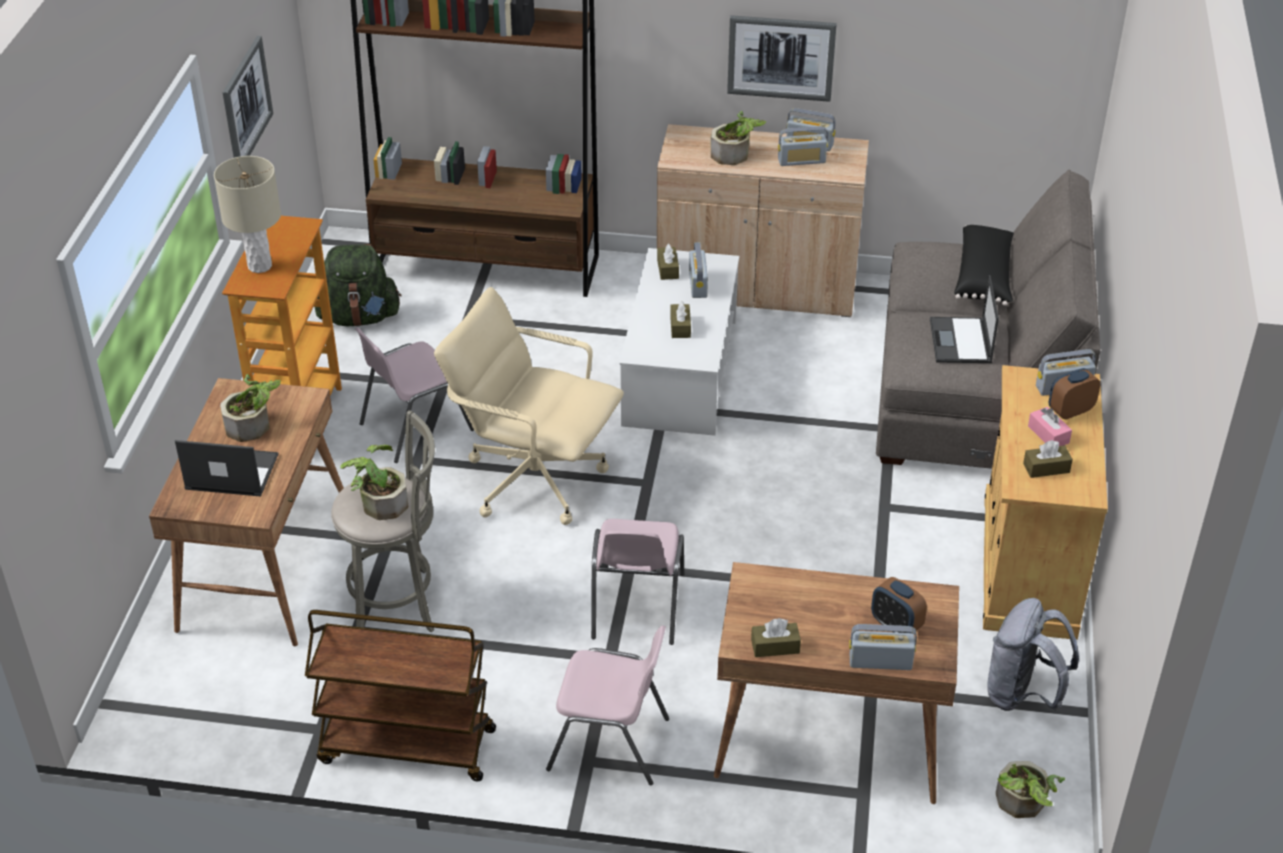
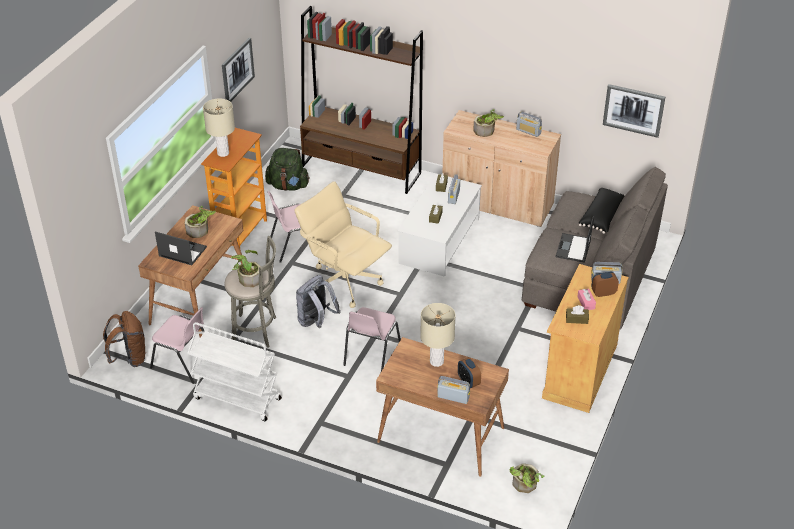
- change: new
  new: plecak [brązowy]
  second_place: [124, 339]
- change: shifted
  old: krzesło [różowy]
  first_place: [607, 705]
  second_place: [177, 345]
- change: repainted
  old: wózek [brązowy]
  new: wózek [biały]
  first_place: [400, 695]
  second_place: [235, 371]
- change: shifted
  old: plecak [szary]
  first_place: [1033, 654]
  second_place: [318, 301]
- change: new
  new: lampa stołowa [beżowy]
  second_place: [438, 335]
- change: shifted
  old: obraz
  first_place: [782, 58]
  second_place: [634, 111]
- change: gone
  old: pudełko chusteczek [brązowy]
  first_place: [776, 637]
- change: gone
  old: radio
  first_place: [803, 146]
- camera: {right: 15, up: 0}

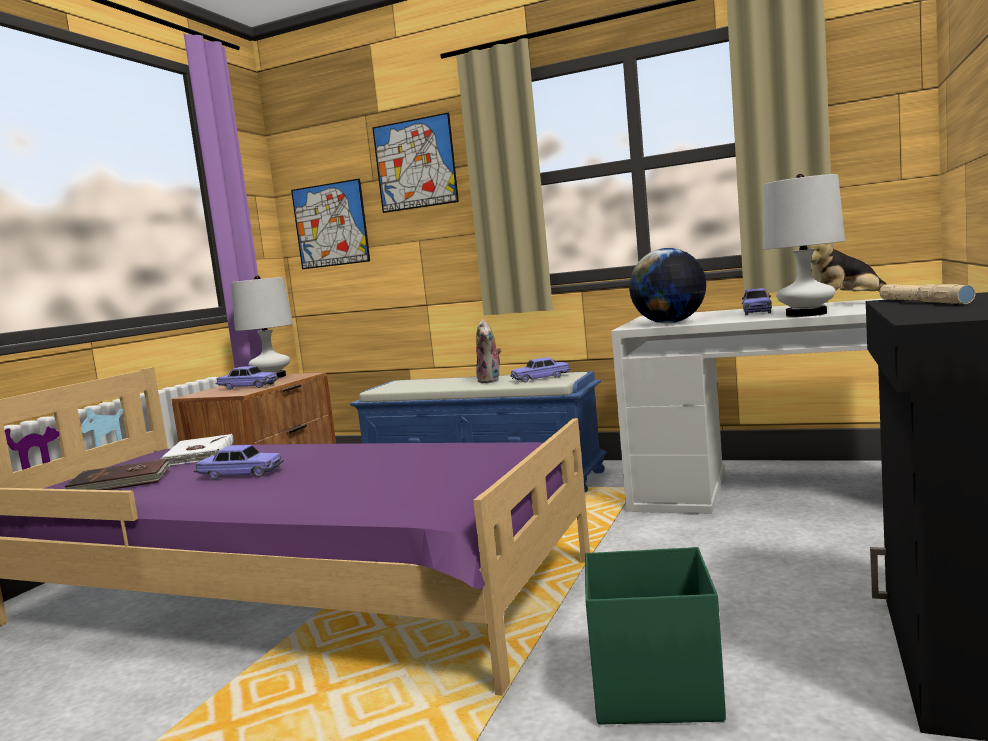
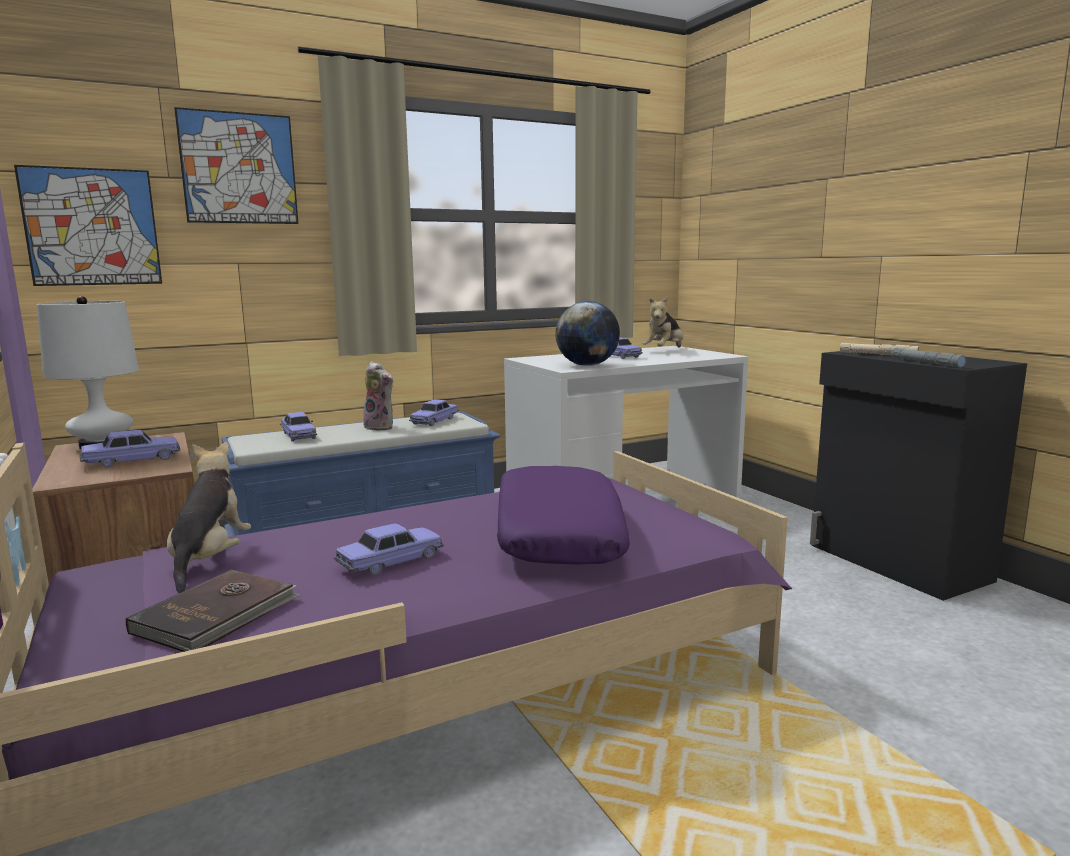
- change: swapped
  old: książka [biały]
  new: pluszak
  first_place: [197, 449]
  second_place: [209, 517]
- change: new
  new: samochodzik
  second_place: [298, 426]
- change: new
  new: poduszka [fioletowy]
  second_place: [563, 515]
- change: new
  new: latarka [szary]
  second_place: [928, 357]
- change: gone
  old: pojemnik do przechowywania [zielony]
  first_place: [655, 635]
- change: gone
  old: lampa stołowa [biały]
  first_place: [804, 245]
- camera: {right: -50, up: 5}

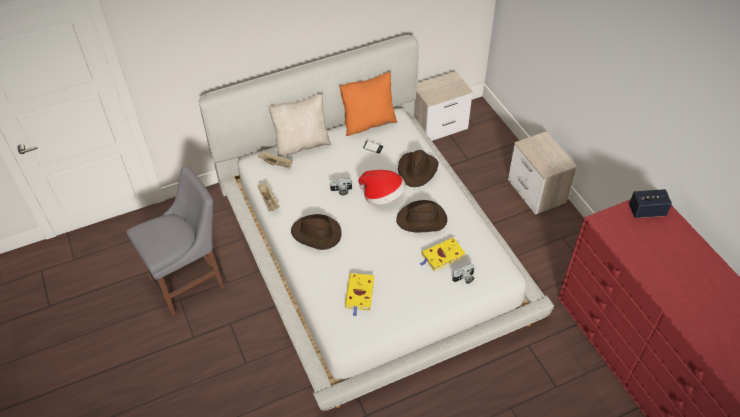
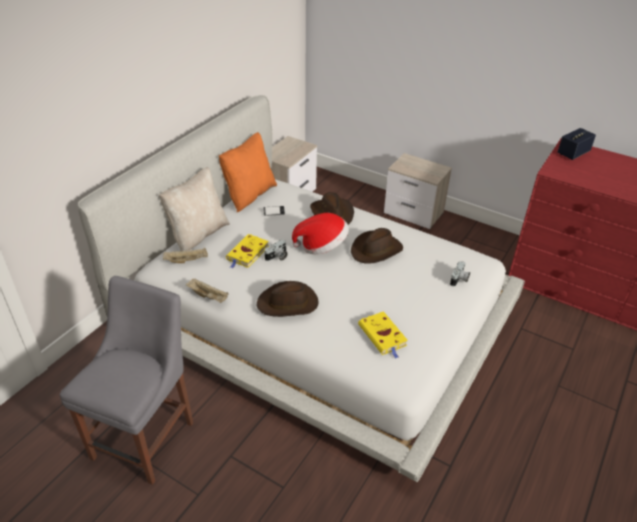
- change: shifted
  old: książka [żółty]
  first_place: [443, 254]
  second_place: [247, 251]
- camera: {right: -35, up: -10}

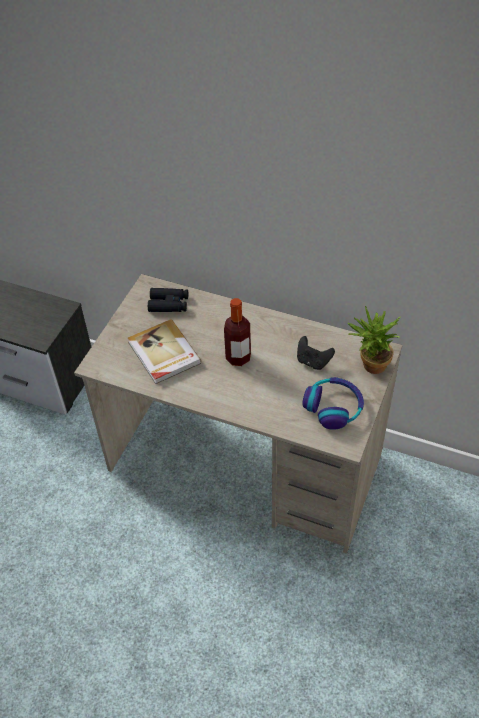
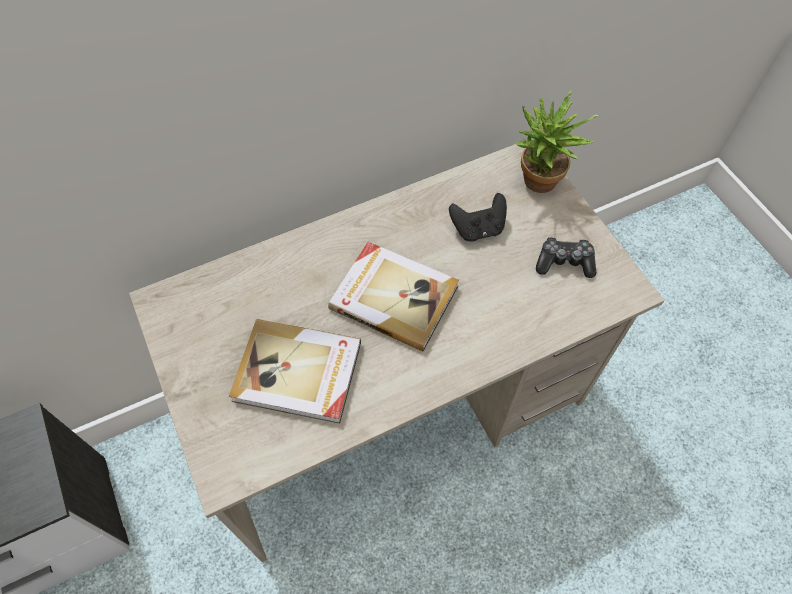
- change: swapped
  old: butelka
  new: książka
  first_place: [237, 332]
  second_place: [393, 297]
- change: swapped
  old: słuchawki
  new: pad do gier
  first_place: [333, 403]
  second_place: [566, 257]
- change: gone
  old: lornetka [czarny]
  first_place: [168, 300]
- camera: {right: -50, up: 10}

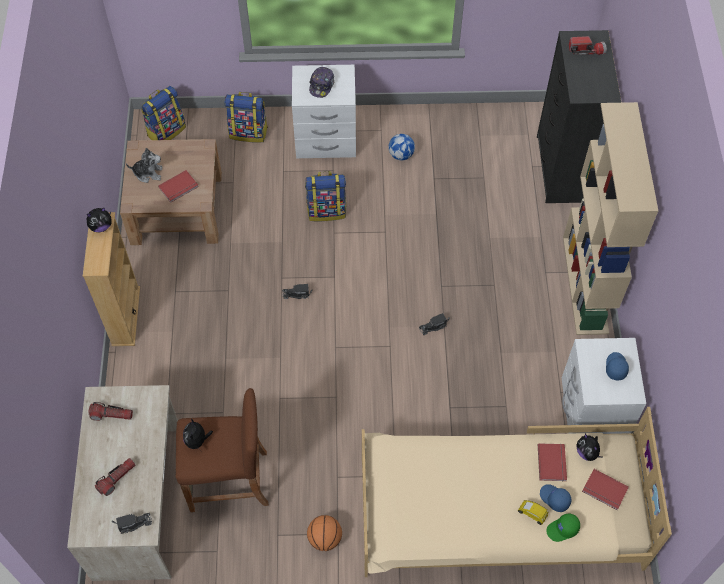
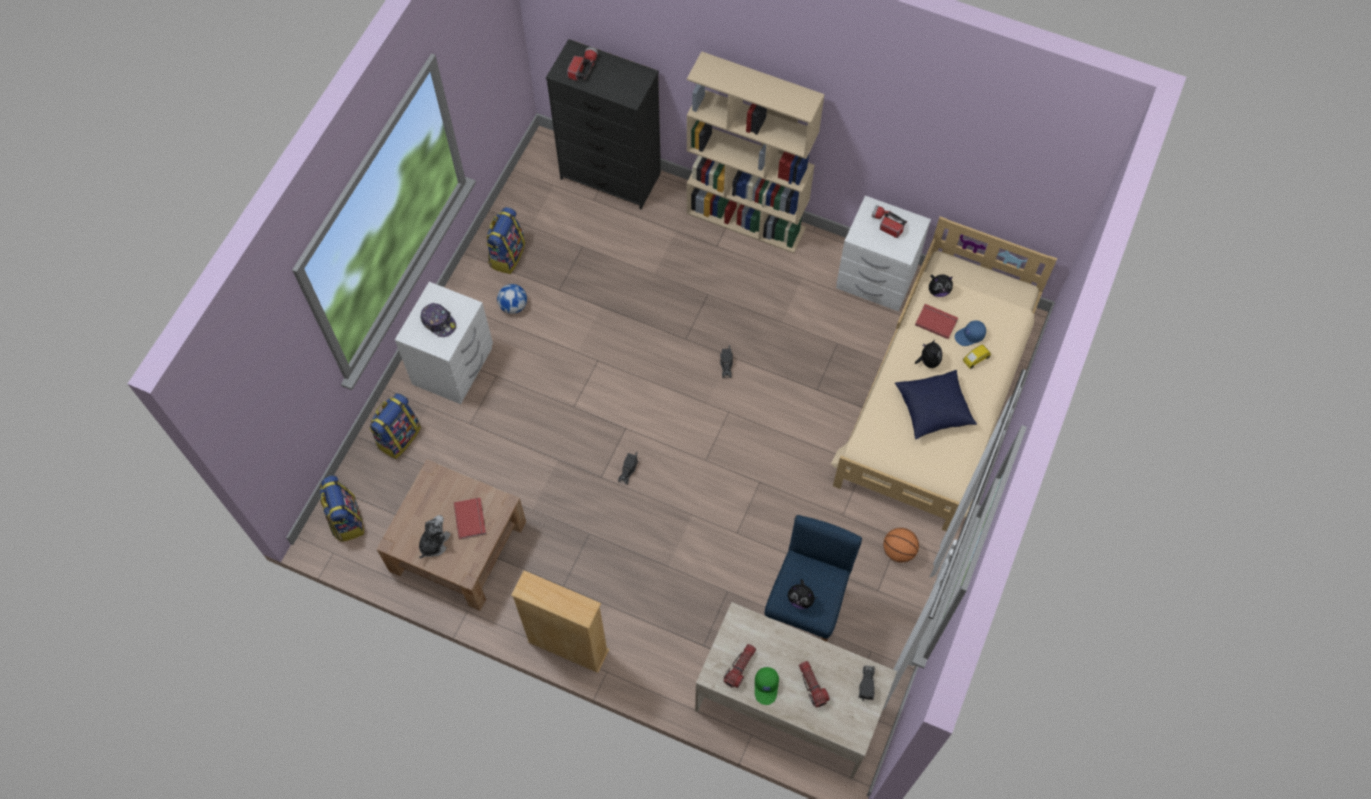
- change: shifted
  old: plecak
  first_place: [325, 196]
  second_place: [505, 240]
- change: shifted
  old: czapka z daszkiem [zielony]
  first_place: [563, 528]
  second_place: [767, 686]
- change: repainted
  old: stołek [brązowy]
  new: stołek [niebieski]
  first_place: [222, 450]
  second_place: [813, 578]
- change: swapped
  old: czapka z daszkiem [niebieski]
  new: latarka
  first_place: [617, 366]
  second_place: [889, 221]
- change: new
  new: poduszka [niebieski]
  second_place: [936, 404]
- change: shifted
  old: pluszak
  first_place: [99, 220]
  second_place: [928, 353]
- change: gone
  old: książka [czerwony]
  first_place: [605, 489]
- camera: {right: -65, up: 5}

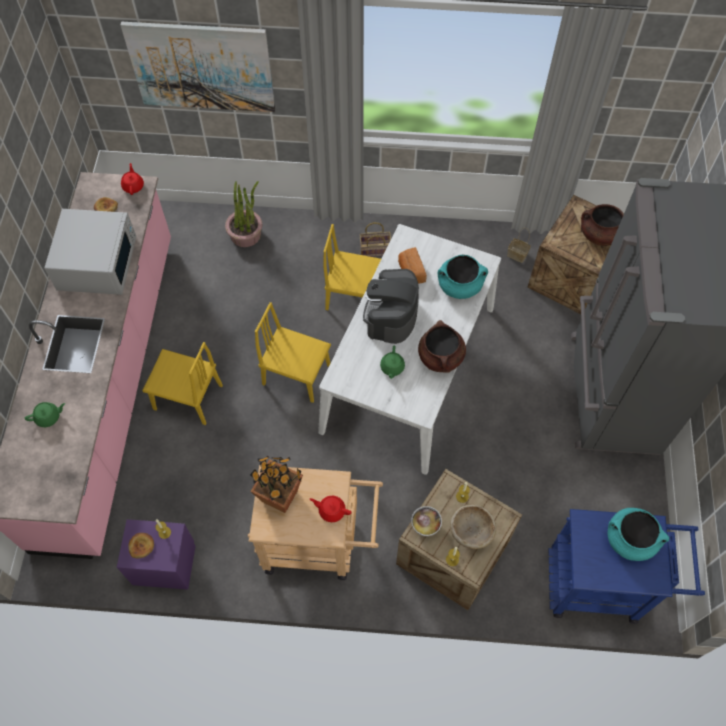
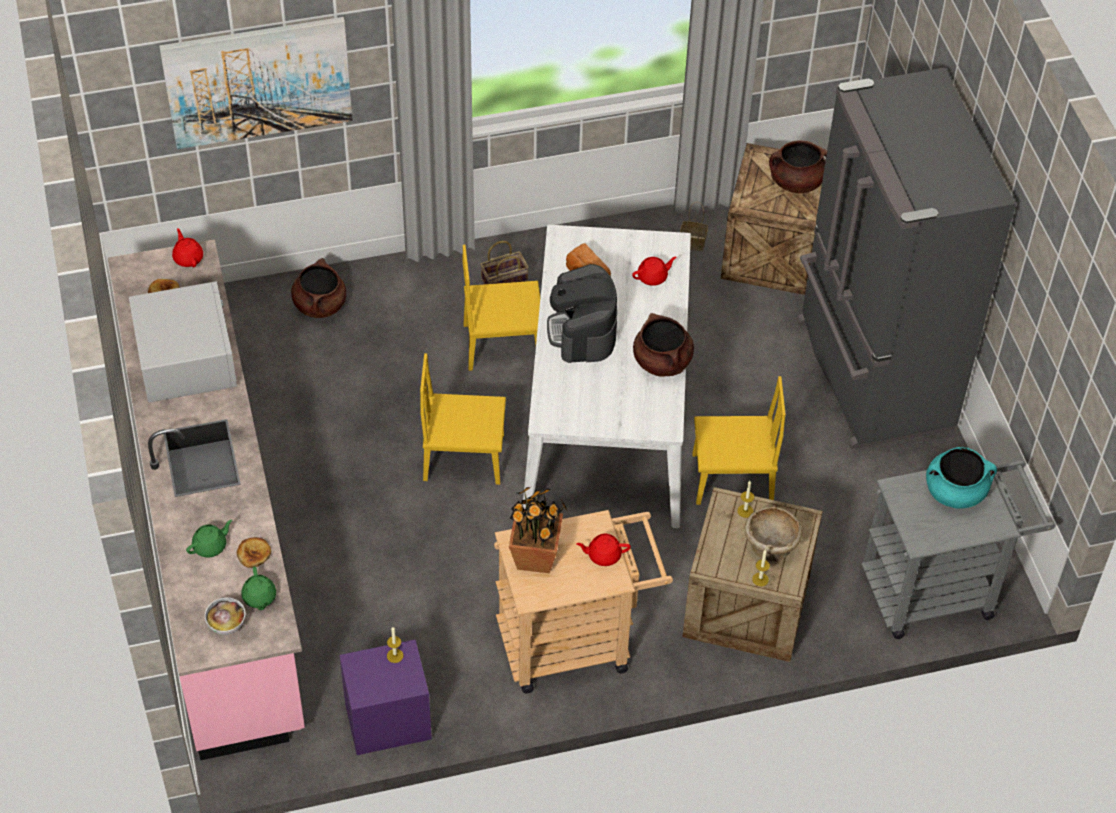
- change: shifted
  old: miska
  first_place: [426, 521]
  second_place: [225, 616]
- change: shifted
  old: chleb
  first_place: [141, 545]
  second_place: [254, 552]
- change: shifted
  old: imbryk [zielony]
  first_place: [392, 362]
  second_place: [259, 588]
- change: swapped
  old: roślina doniczkowa
  new: garnek [brązowy]
  first_place: [243, 214]
  second_place: [318, 288]
- change: swapped
  old: garnek [turkusowy]
  new: imbryk [czerwony]
  first_place: [463, 277]
  second_place: [654, 271]
- change: shifted
  old: krzesło [żółty]
  first_place: [182, 383]
  second_place: [739, 440]
- change: repainted
  old: wózek [niebieski]
  new: wózek [szary]
  first_place: [627, 566]
  second_place: [958, 548]
- camera: {right: -20, up: -10}

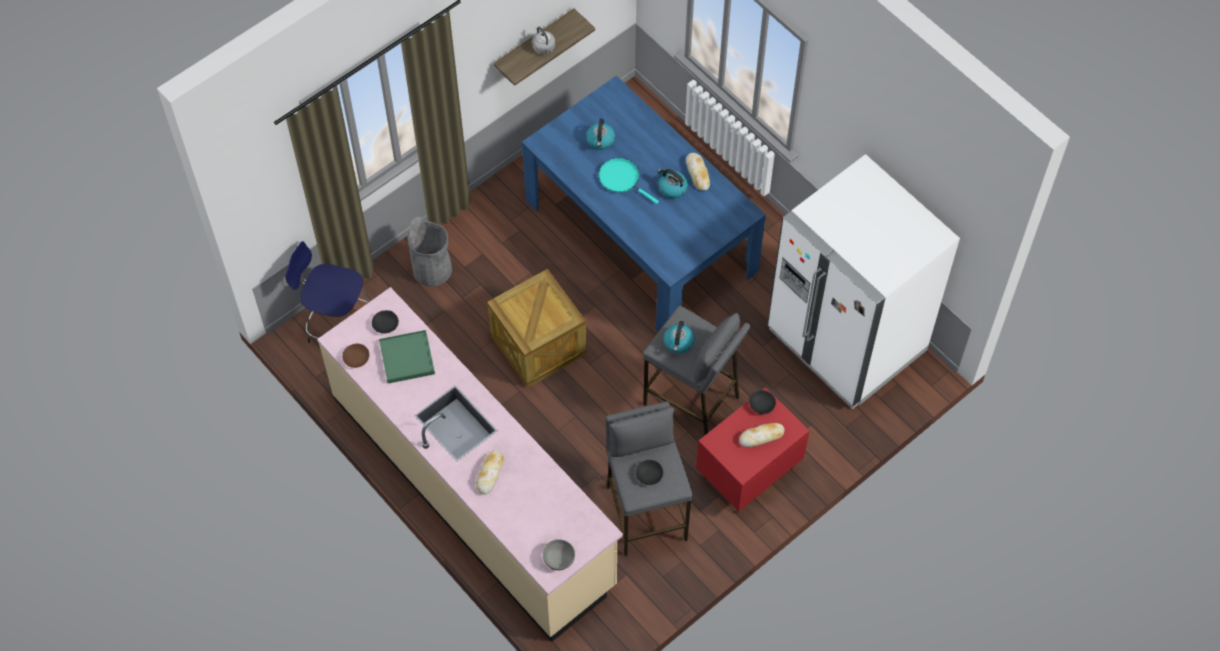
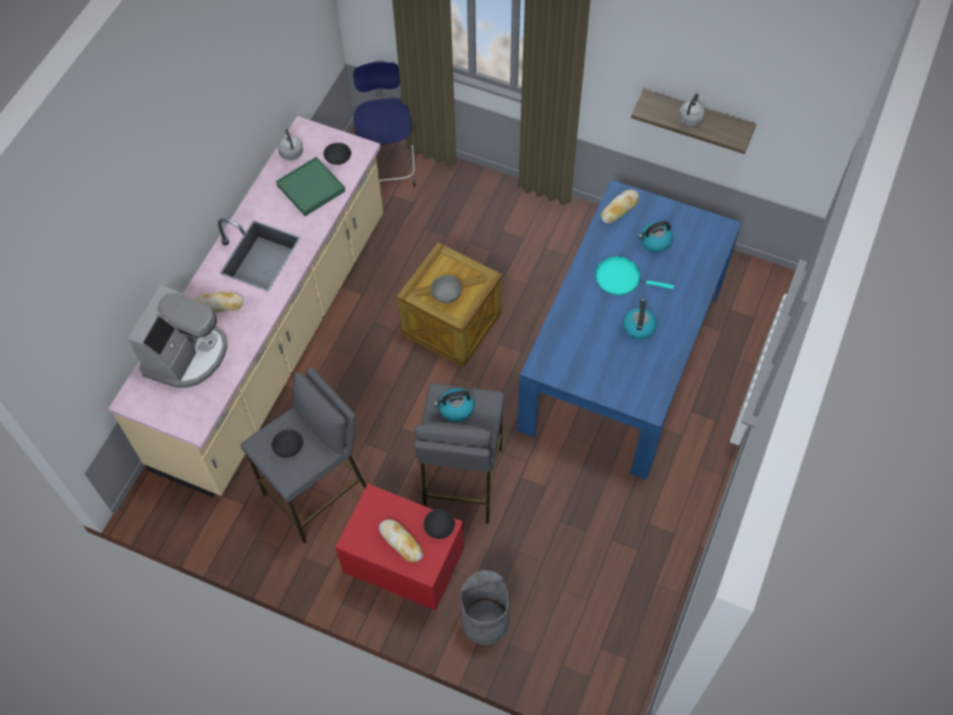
- change: new
  new: ekspres do kawy
  second_place: [177, 336]
- change: swapped
  old: miska [brązowy]
  new: czajnik [szary]
  first_place: [355, 356]
  second_place: [290, 144]
- change: shifted
  old: miska [szary]
  first_place: [559, 554]
  second_place: [446, 289]
- change: shifted
  old: kosz na śmieci [szary]
  first_place: [429, 252]
  second_place: [485, 607]
- change: rotated
  old: patelnia [turkusowy]
  first_place: [629, 181]
  second_place: [634, 276]
  degrees: -90
- change: shifted
  old: chleb
  first_place: [698, 172]
  second_place: [620, 207]
- change: gone
  old: lodówka [biały]
  first_place: [863, 281]
- camera: {right: 65, up: 0}

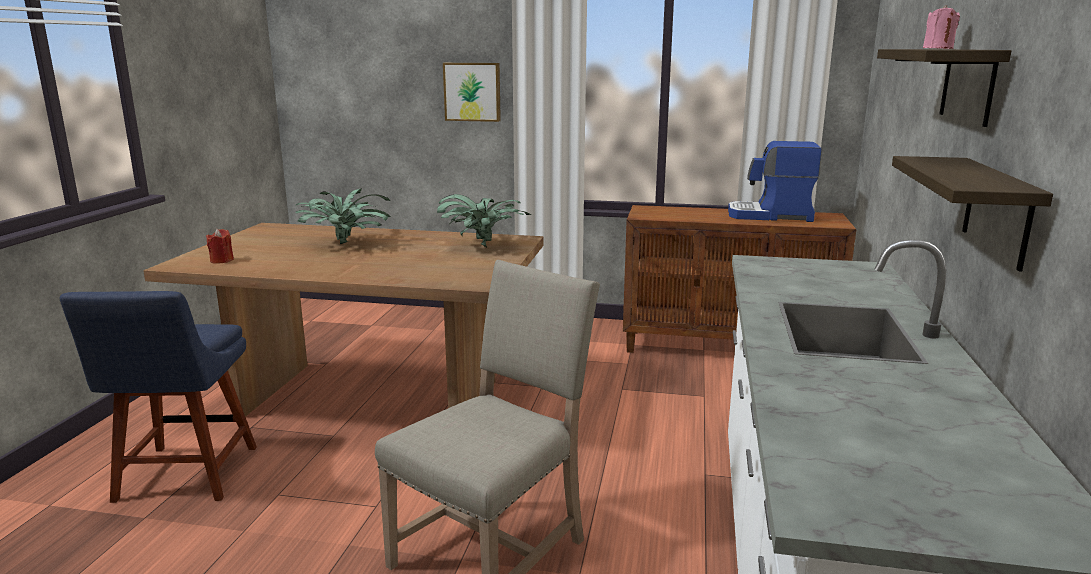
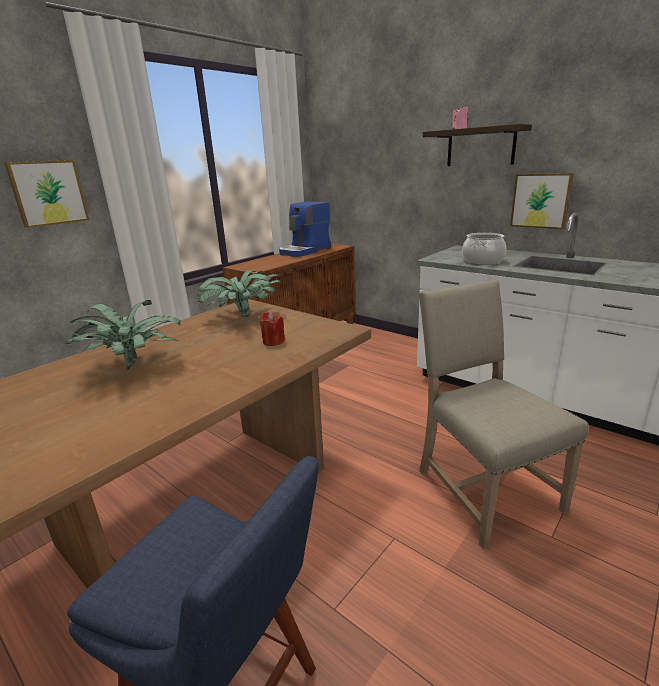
- change: shifted
  old: świeca [czerwony]
  first_place: [220, 246]
  second_place: [272, 329]
- change: new
  new: garnek
  second_place: [484, 249]
- change: swapped
  old: półka
  new: obraz
  first_place: [972, 213]
  second_place: [542, 201]
- camera: {right: -60, up: 5}

